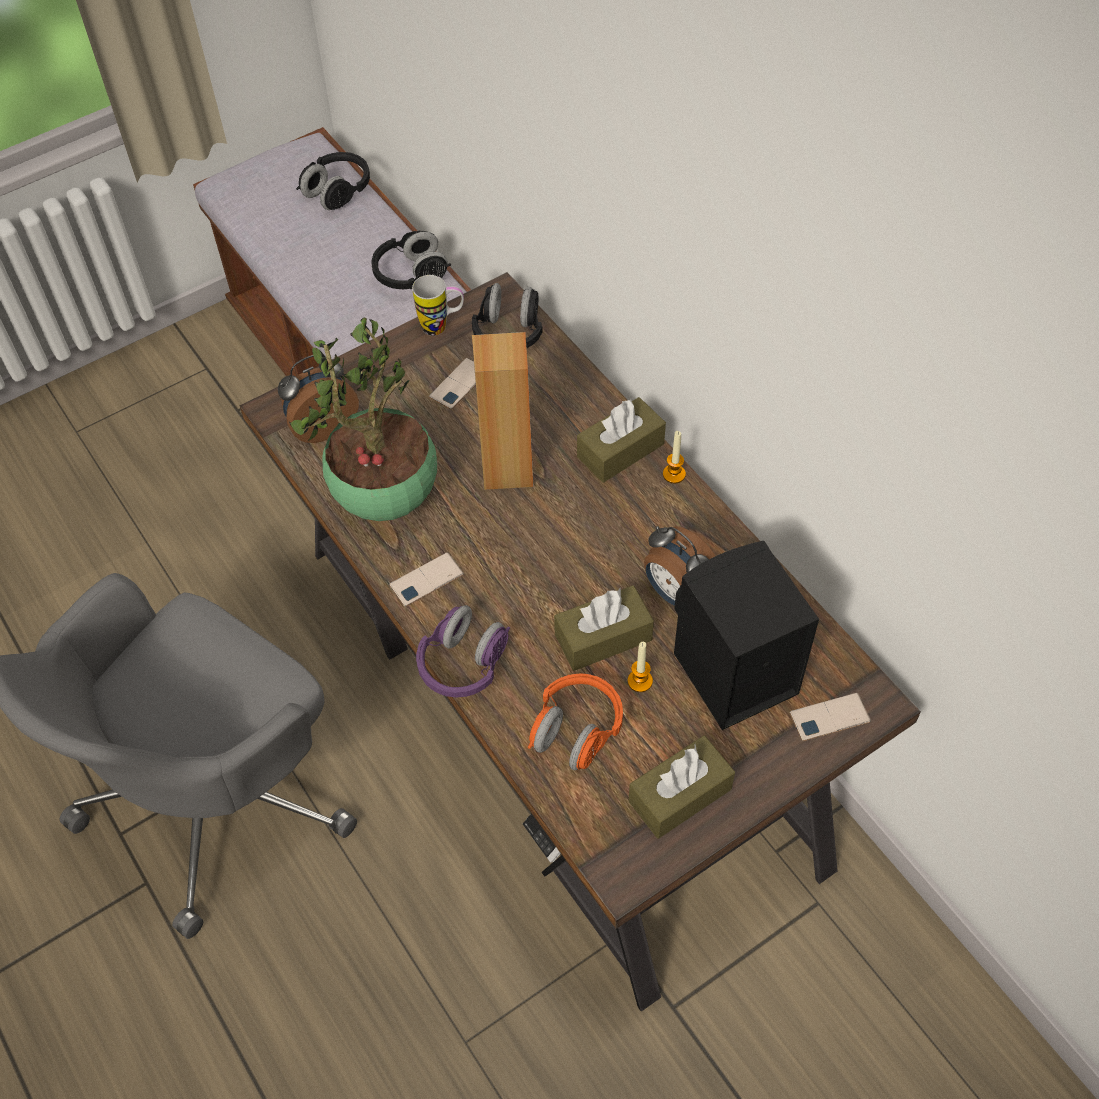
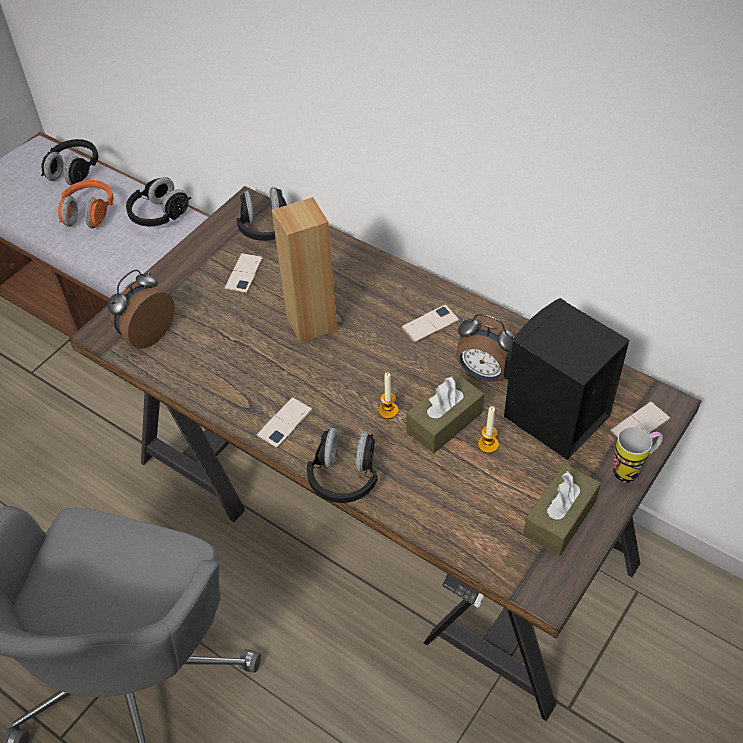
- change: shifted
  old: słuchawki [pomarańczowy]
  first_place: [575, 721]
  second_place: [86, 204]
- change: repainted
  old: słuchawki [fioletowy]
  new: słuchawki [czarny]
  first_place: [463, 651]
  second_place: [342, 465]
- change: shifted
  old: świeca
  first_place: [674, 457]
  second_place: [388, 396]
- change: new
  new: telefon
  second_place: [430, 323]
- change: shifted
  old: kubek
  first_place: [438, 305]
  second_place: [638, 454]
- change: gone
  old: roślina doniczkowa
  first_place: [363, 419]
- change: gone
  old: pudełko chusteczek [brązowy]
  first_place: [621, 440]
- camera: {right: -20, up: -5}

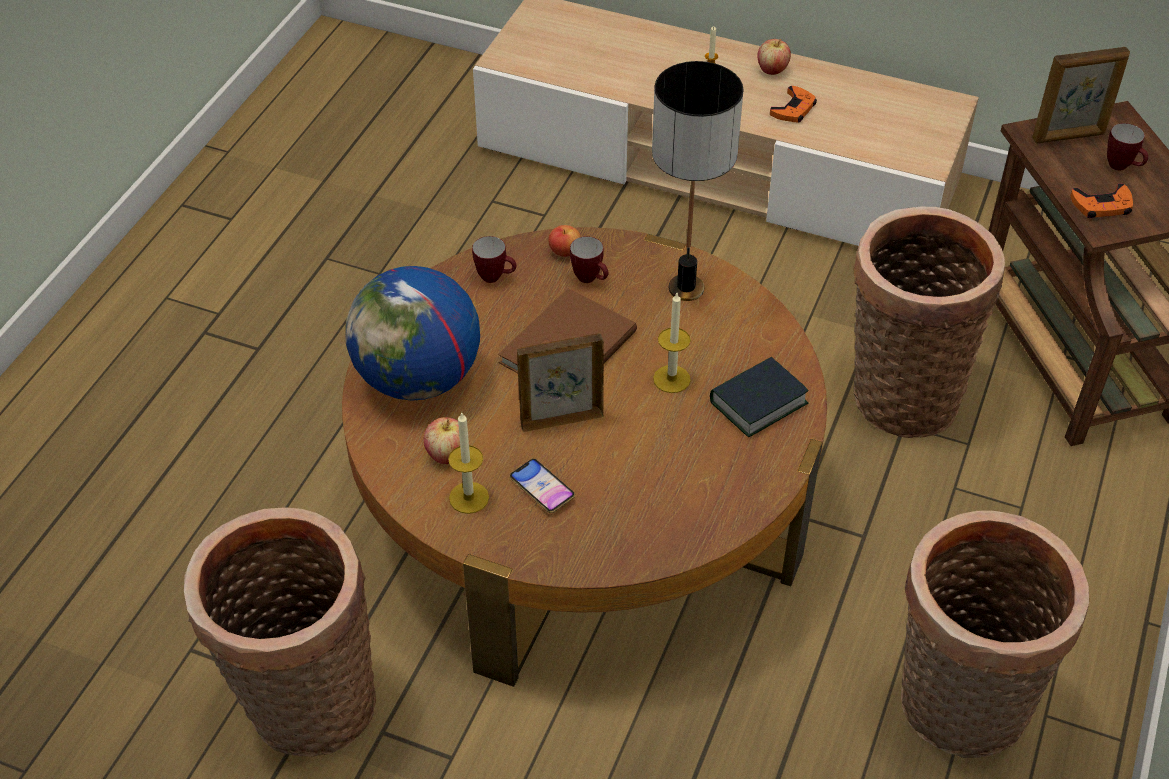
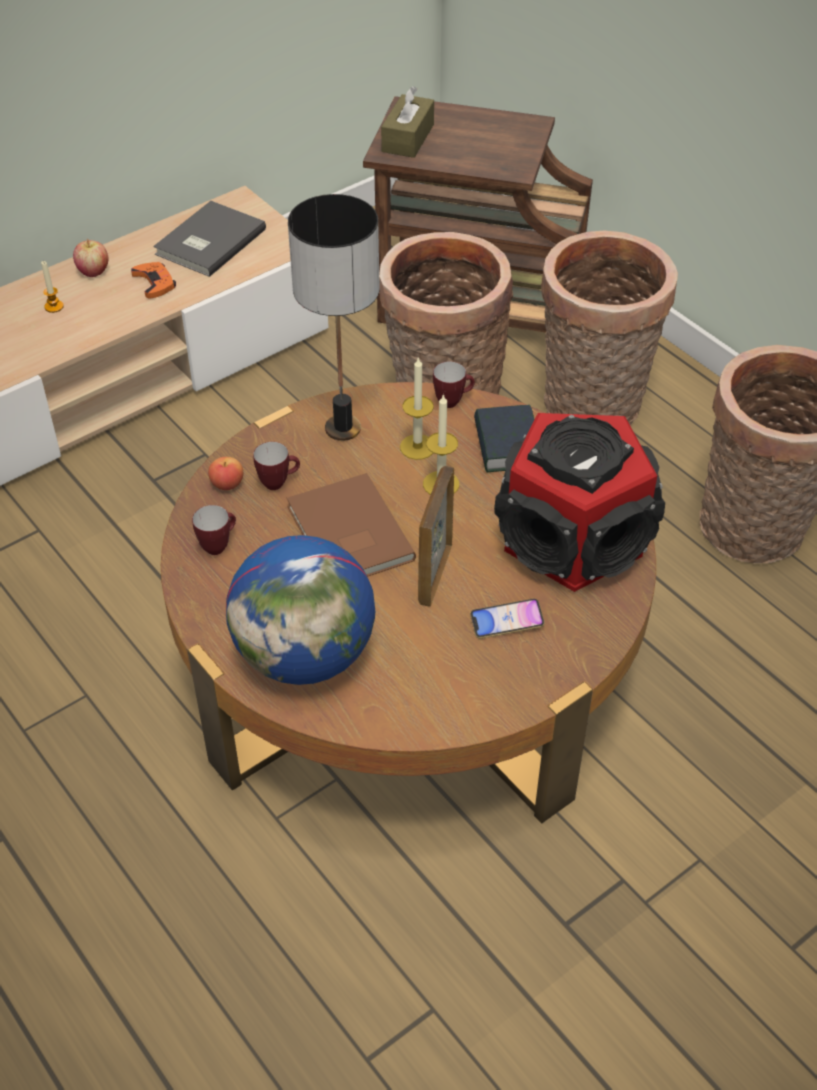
- change: new
  new: książka [szary]
  second_place: [209, 239]
- change: swapped
  old: ramka na zdjęcie
  new: pudełko chusteczek [brązowy]
  first_place: [1081, 95]
  second_place: [407, 122]
- change: shifted
  old: świeca
  first_place: [468, 462]
  second_place: [417, 408]
- change: shifted
  old: kubek
  first_place: [1127, 147]
  second_place: [454, 384]
- change: new
  new: głośnik
  second_place: [579, 502]
- change: shifted
  old: koszyk
  first_place: [280, 632]
  second_place: [609, 328]
- change: gone
  old: jabłko
  first_place: [442, 440]
- change: gone
  old: pad do gier [pomarańczowy]
  first_place: [1101, 200]
- camera: {right: -60, up: 0}

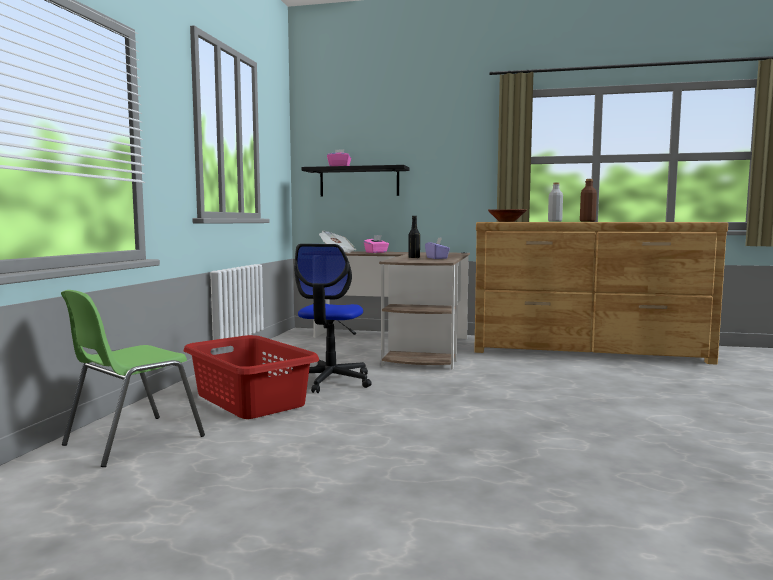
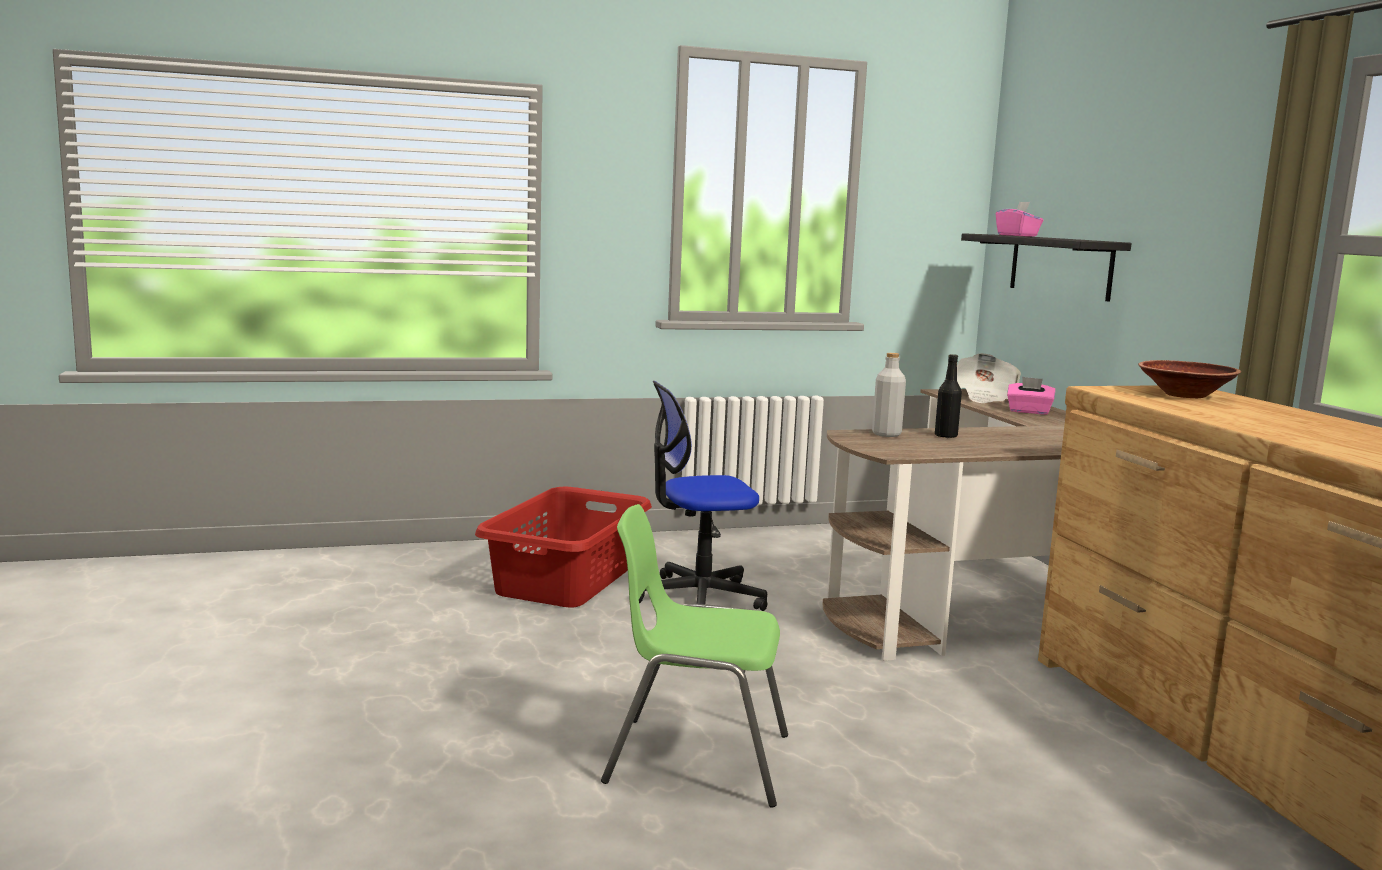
- change: shifted
  old: krzesło [zielony]
  first_place: [133, 378]
  second_place: [694, 656]
- change: shifted
  old: butelka [szary]
  first_place: [555, 202]
  second_place: [889, 395]
- change: gone
  old: pudełko chusteczek [fioletowy]
  first_place: [437, 248]
- change: gone
  old: butelka [brązowy]
  first_place: [588, 200]
- camera: {right: 60, up: 5}

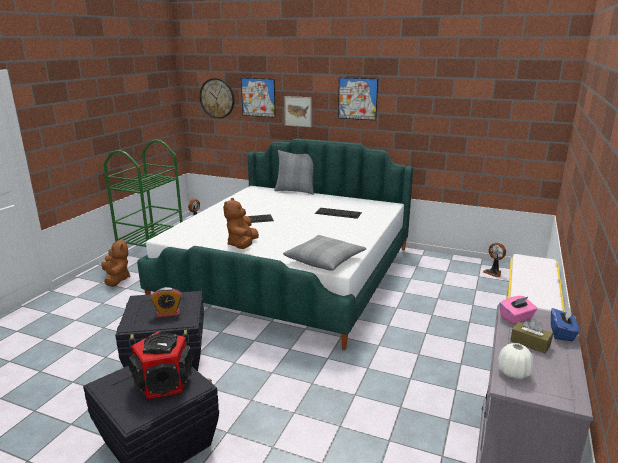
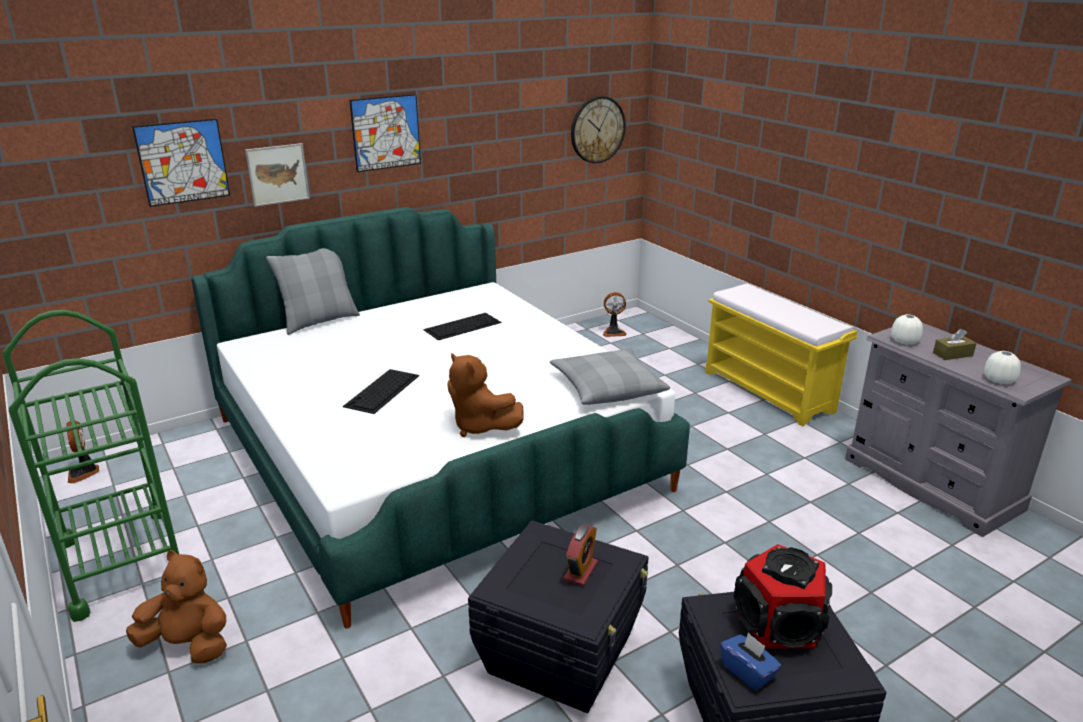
- change: shifted
  old: zegar ścienny
  first_place: [217, 98]
  second_place: [598, 129]
- change: shifted
  old: pudełko chusteczek [niebieski]
  first_place: [565, 324]
  second_place: [750, 661]
- change: swapped
  old: pudełko chusteczek [różowy]
  new: wazon [biały]
  first_place: [518, 310]
  second_place: [907, 329]
- camera: {right: -55, up: 5}

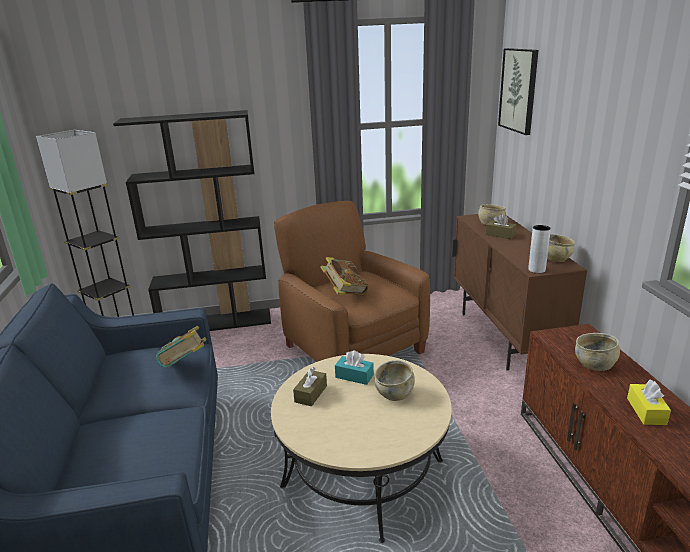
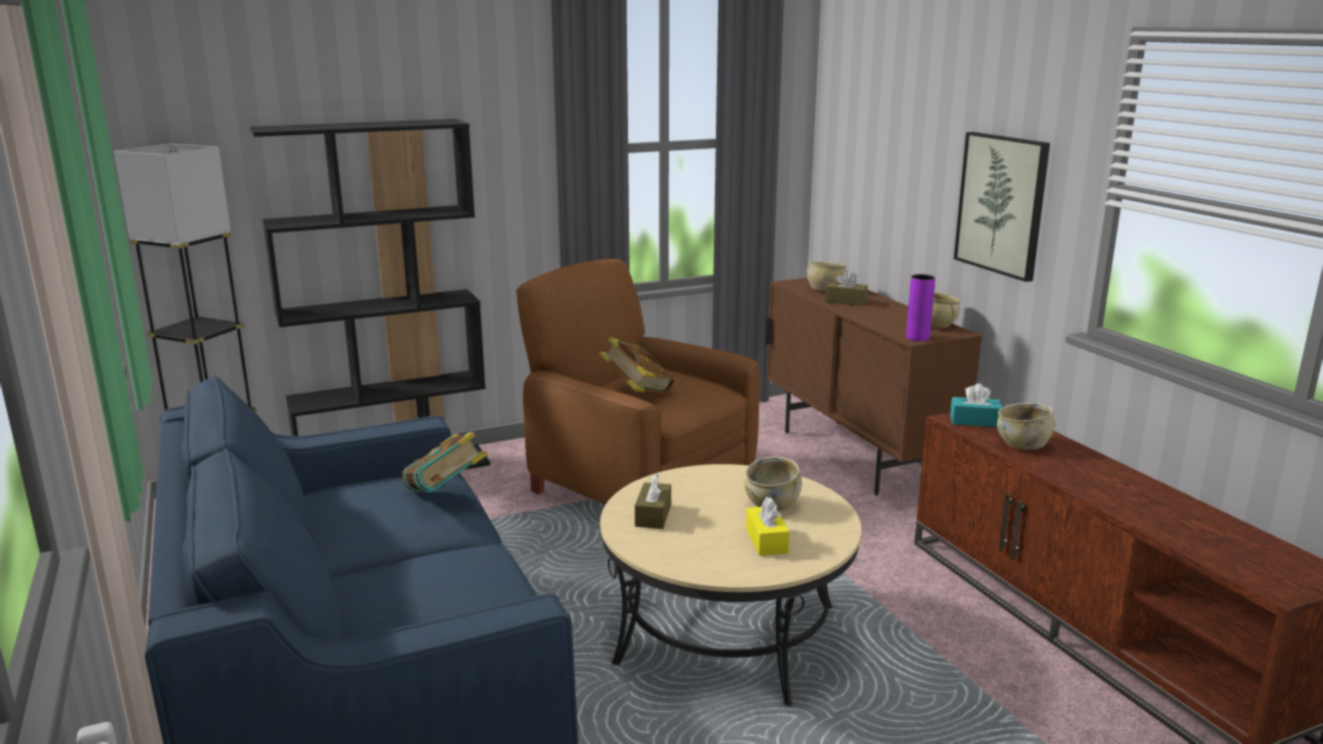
- change: shifted
  old: pudełko chusteczek [żółty]
  first_place: [649, 402]
  second_place: [768, 526]
- change: repainted
  old: wazon [szary]
  new: wazon [fioletowy]
  first_place: [539, 249]
  second_place: [920, 307]
- change: shifted
  old: pudełko chusteczek [turkusowy]
  first_place: [354, 367]
  second_place: [976, 405]
- change: shifted
  old: obraz
  first_place: [518, 91]
  second_place: [1002, 207]
- camera: {right: -15, up: -5}

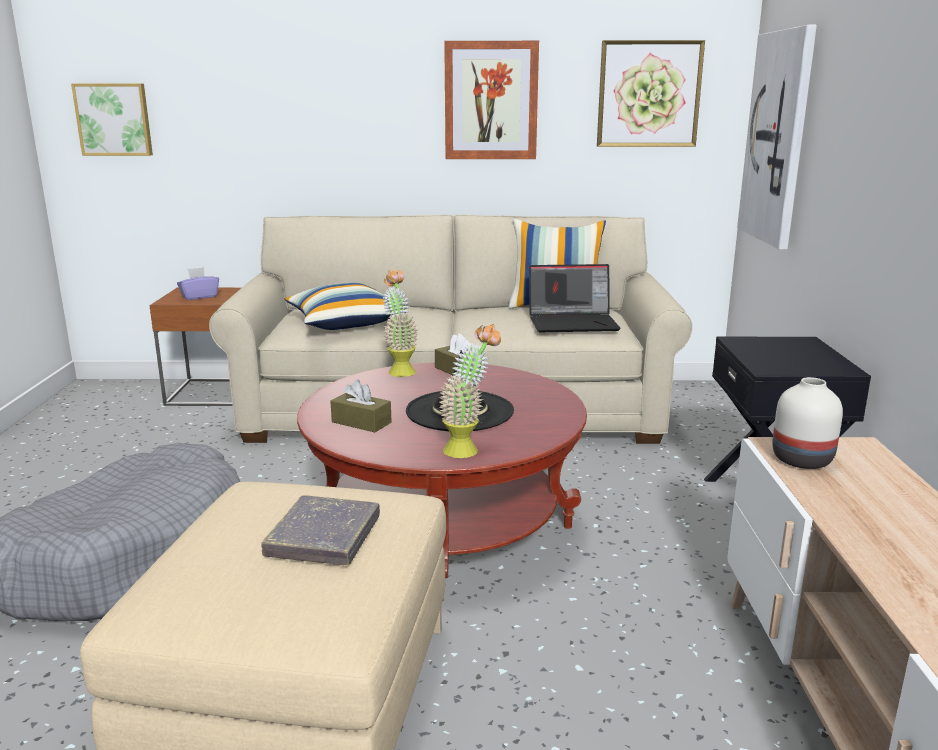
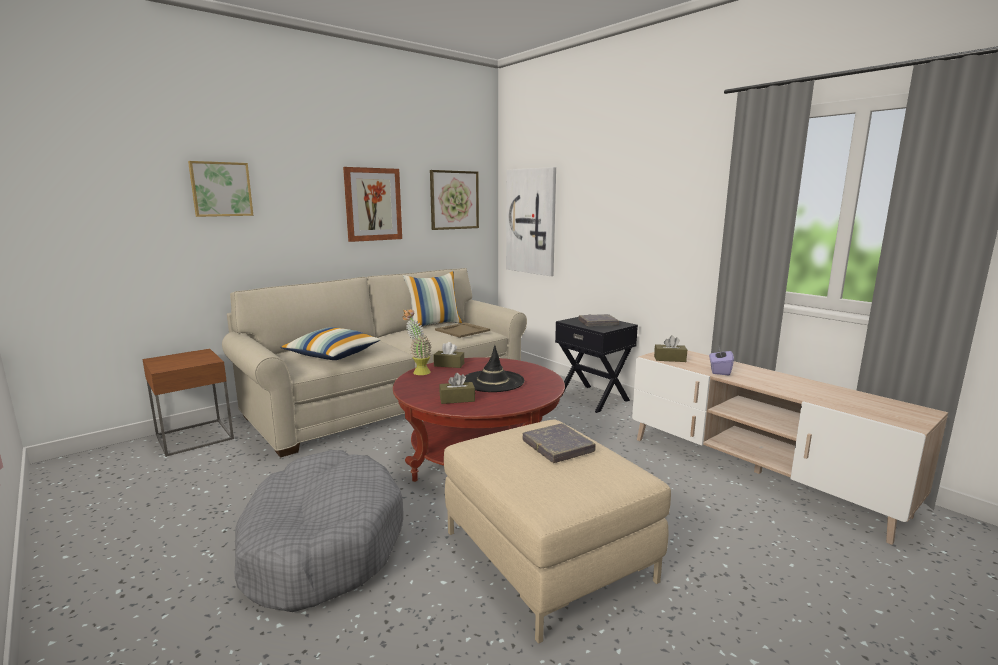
- change: shifted
  old: obraz
  first_place: [112, 120]
  second_place: [220, 189]
- change: swapped
  old: laptop
  new: taca [beżowy]
  first_place: [575, 298]
  second_place: [462, 330]
- change: new
  new: książka [szary]
  second_place: [599, 320]
- change: swapped
  old: wazon [biały]
  new: pudełko chusteczek [brązowy]
  first_place: [807, 423]
  second_place: [670, 348]
- change: shifted
  old: pudełko chusteczek [fioletowy]
  first_place: [198, 283]
  second_place: [721, 361]
- change: gone
  old: roślina doniczkowa
  first_place: [470, 391]
- camera: {right: -40, up: -5}

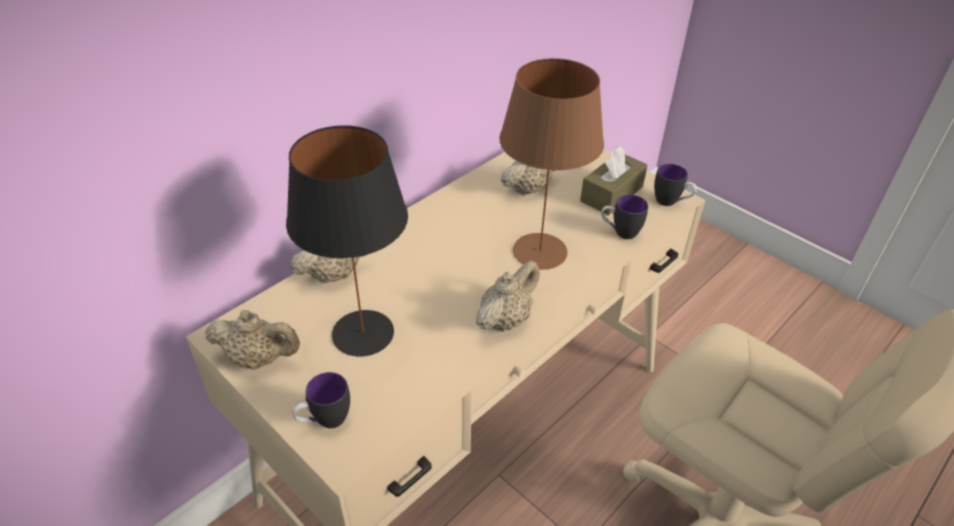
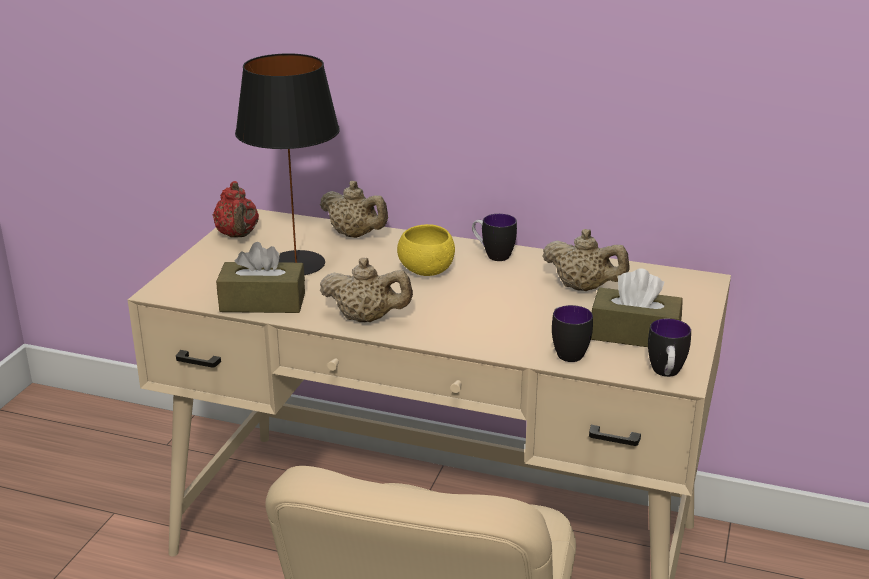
- change: repainted
  old: imbryk [beżowy]
  new: imbryk [czerwony]
  first_place: [252, 340]
  second_place: [236, 209]
- change: new
  new: pudełko chusteczek [brązowy]
  second_place: [260, 277]
- change: new
  new: miska [żółty]
  second_place: [426, 250]
- change: shifted
  old: kubek
  first_place: [321, 400]
  second_place: [494, 237]
- change: gone
  old: lampa stołowa [brązowy]
  first_place: [551, 164]
- camera: {right: 65, up: -15}

